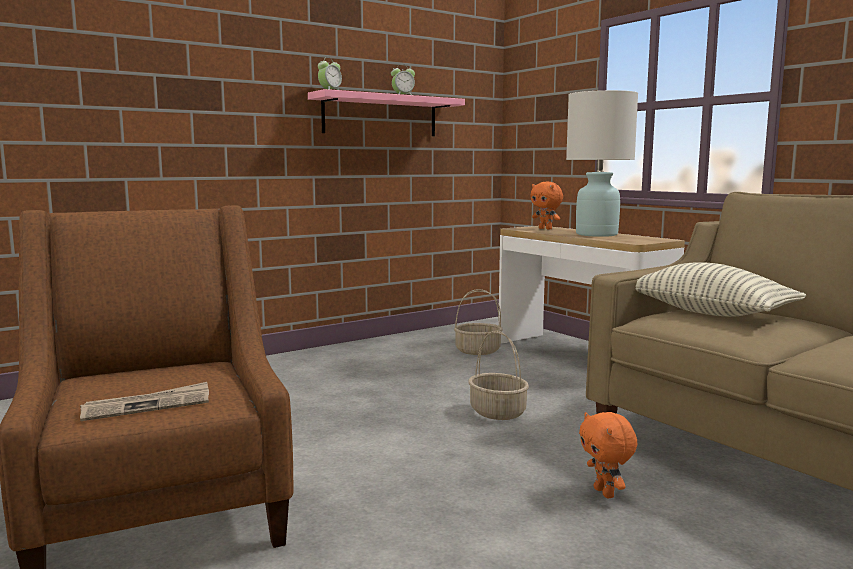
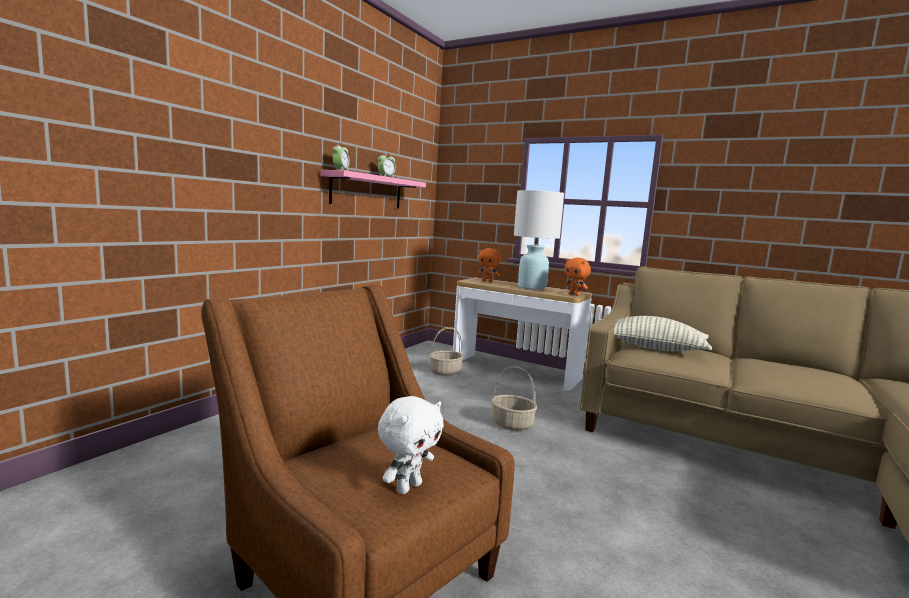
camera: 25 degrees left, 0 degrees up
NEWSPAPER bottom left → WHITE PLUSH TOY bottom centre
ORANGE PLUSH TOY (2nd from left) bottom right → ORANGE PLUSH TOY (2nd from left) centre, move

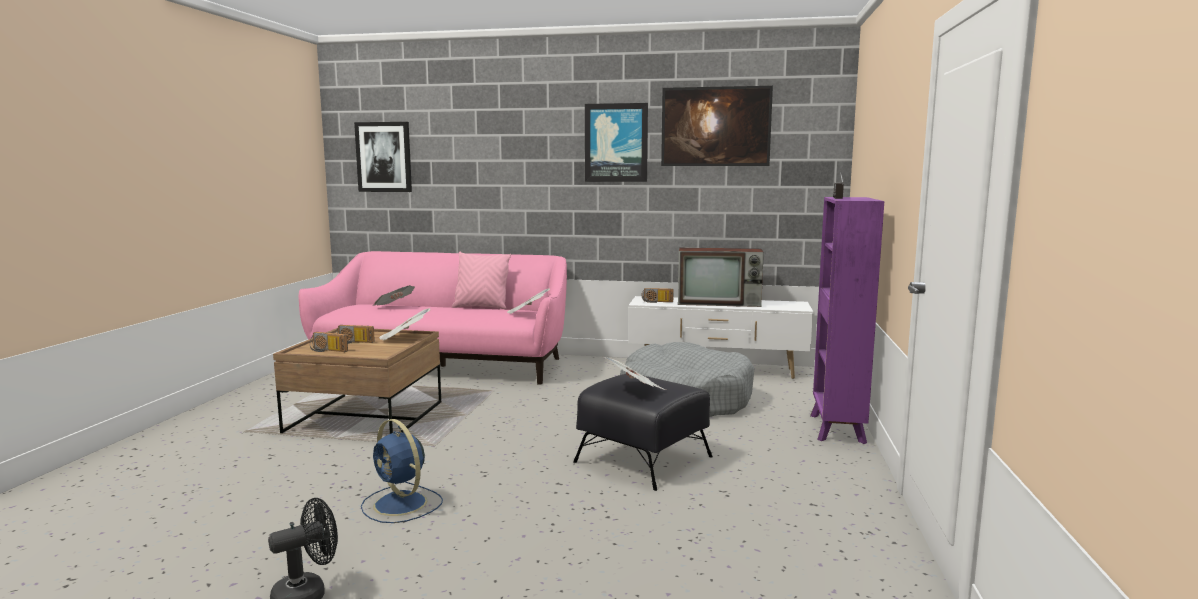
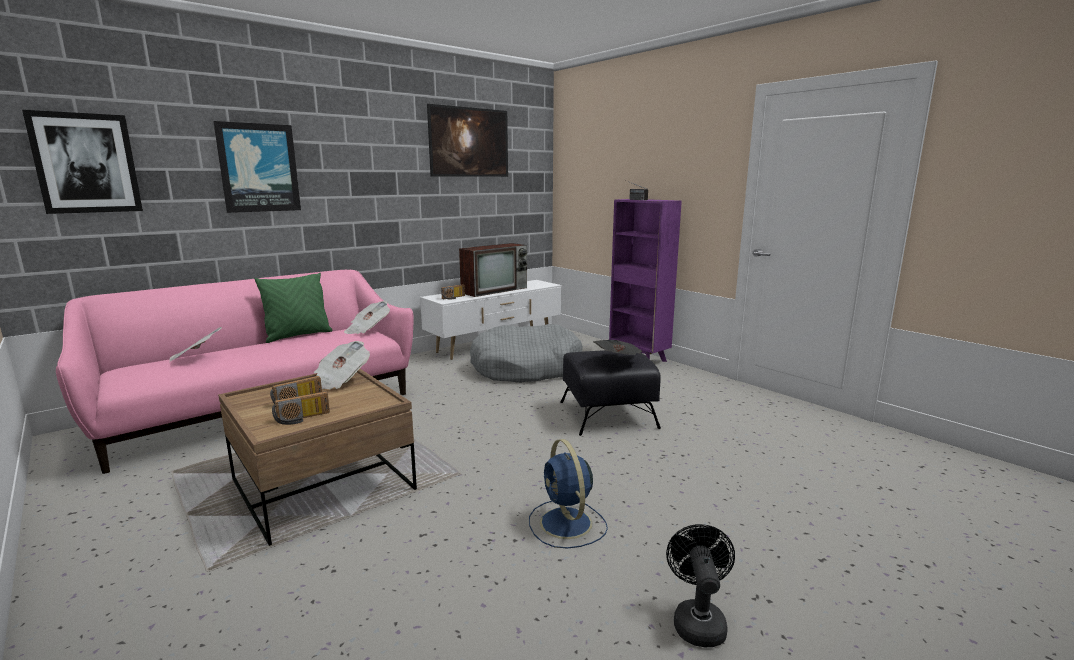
camera: 50 degrees left, 5 degrees up
PICTURE (2nd from left) top centre → PICTURE (2nd from left) top left, move
PINK PILLOW centre → GREEN PILLOW middle left
BLUE FAN bottom centre, 75 degrees clockwise

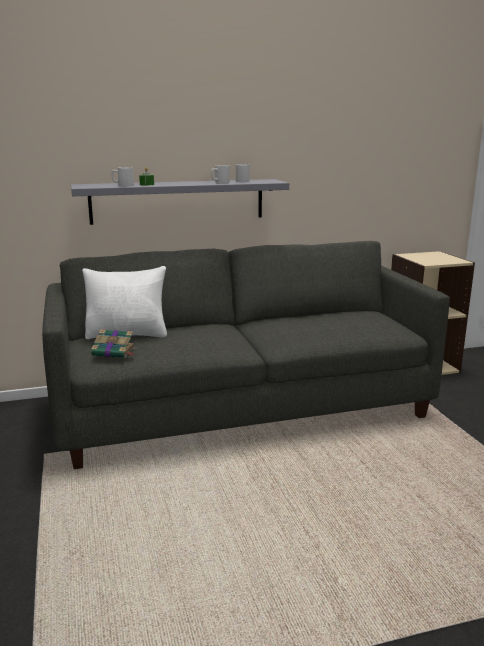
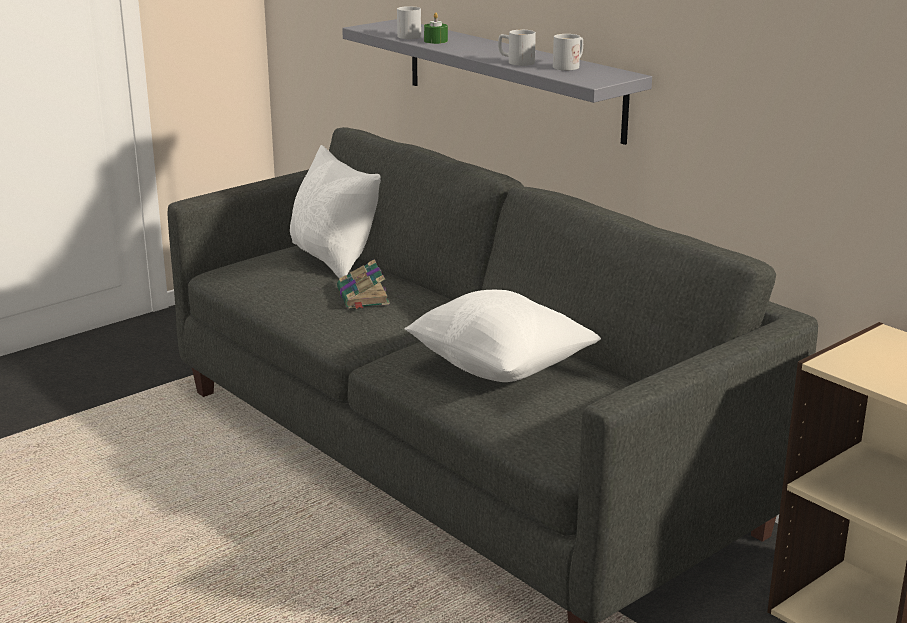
camera: 65 degrees right, 5 degrees up
BOOK middle left → BOOK centre, move
- → WHITE PILLOW (2nd from left) centre

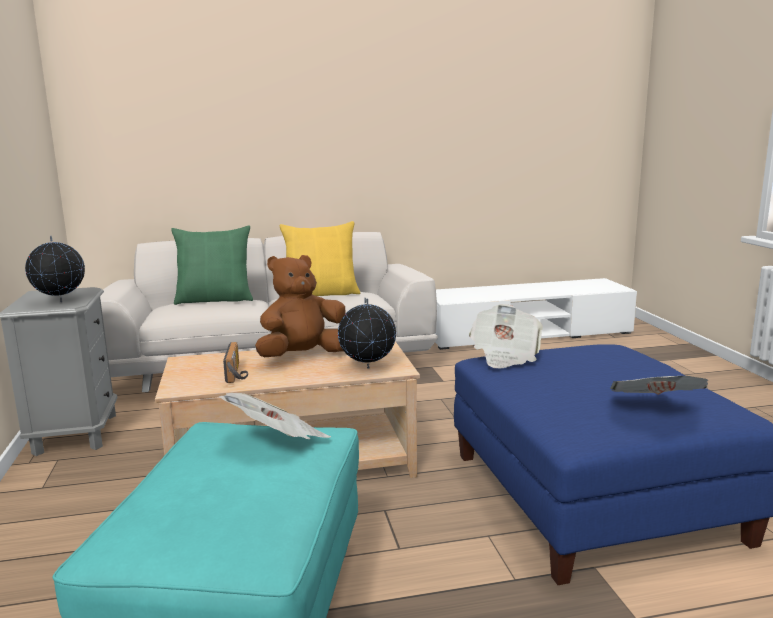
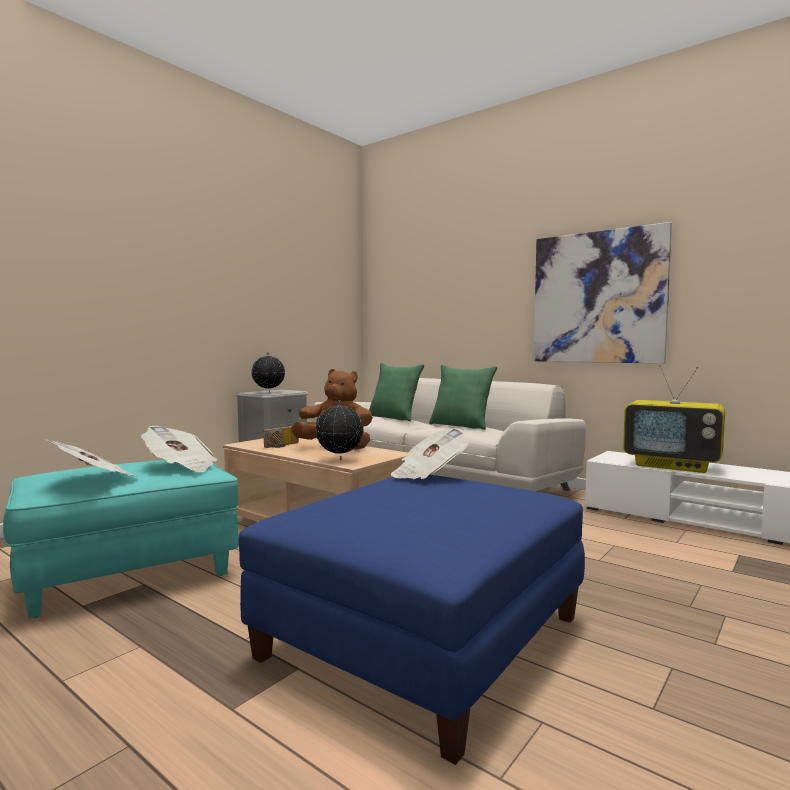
camera: 50 degrees right, 10 degrees down
YELLOW PILLOW centre → GREEN PILLOW (2nd from left) centre
NEWSPAPER (3rd from left in the first image) middle right → NEWSPAPER (1st from left) middle left, move
- → PICTURE middle right
- → TELEVISION middle right

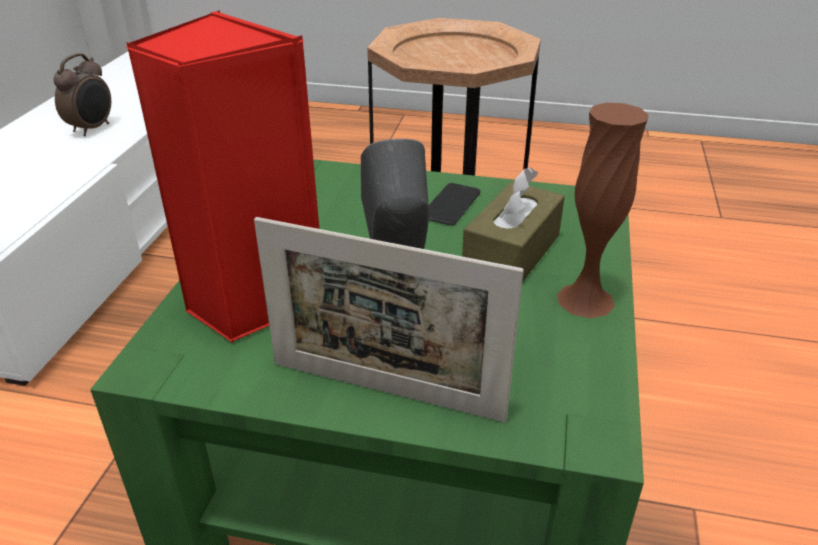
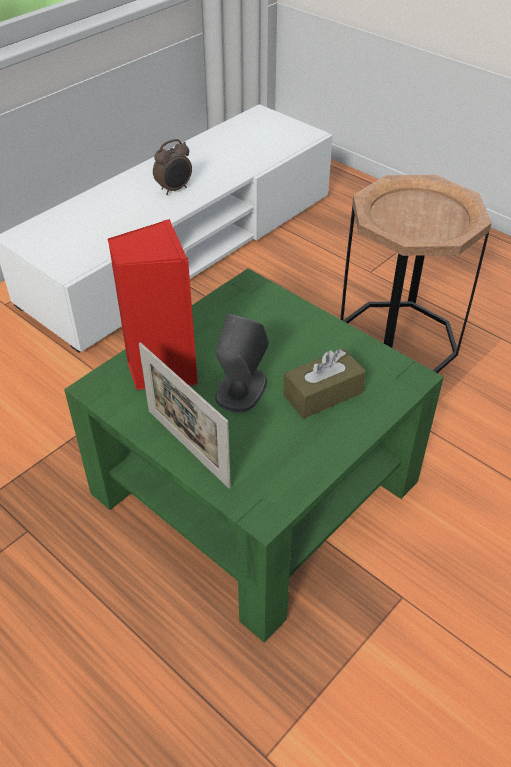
camera: 30 degrees right, 10 degrees up
BROWN VASE middle right → -
PHONE centre → -

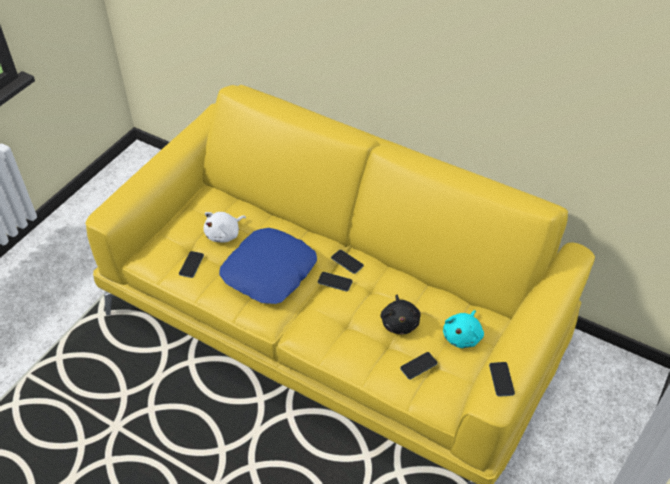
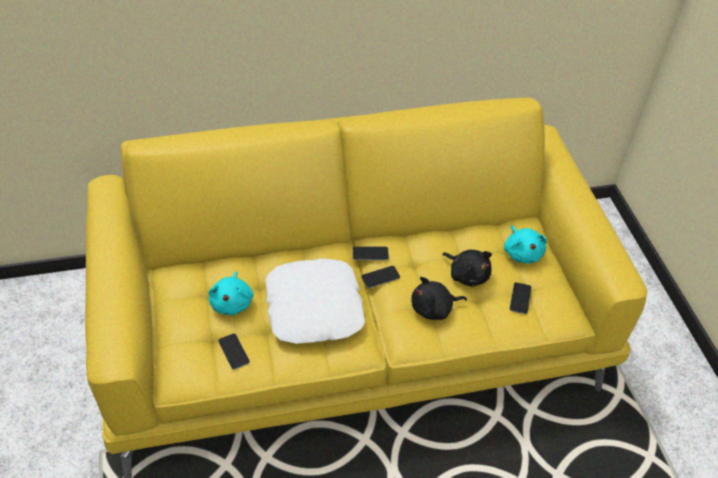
camera: 45 degrees left, 0 degrees up
WHITE PLUSH TOY centre → TURQUOISE PLUSH TOY (1st from left) middle left
BLUE PILLOW centre → WHITE PILLOW centre
PHONE (5th from left) bottom right → -
- → BLACK PLUSH TOY (1st from left) centre

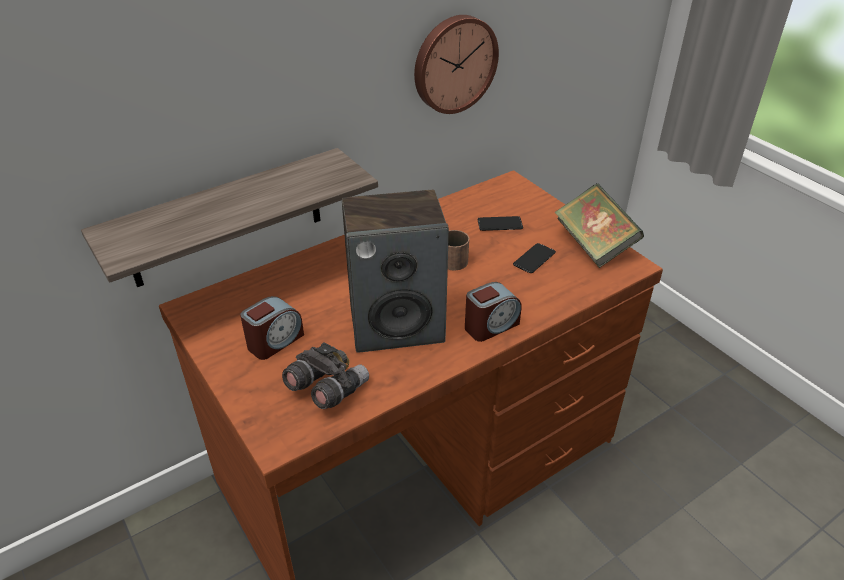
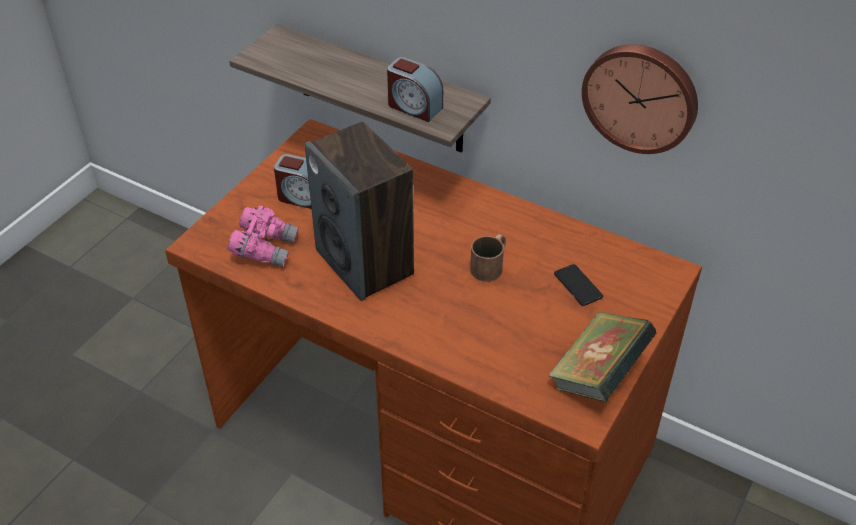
camera: 65 degrees right, 5 degrees up
PHONE (2nd from left) centre → -
ALARM CLOCK (2nd from left) centre → ALARM CLOCK (2nd from left) top centre, move
GREY BINOCULARS centre → PINK BINOCULARS middle left

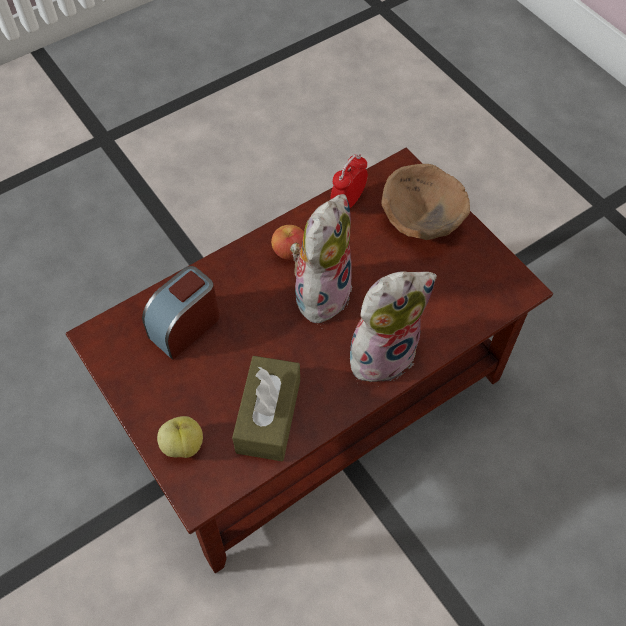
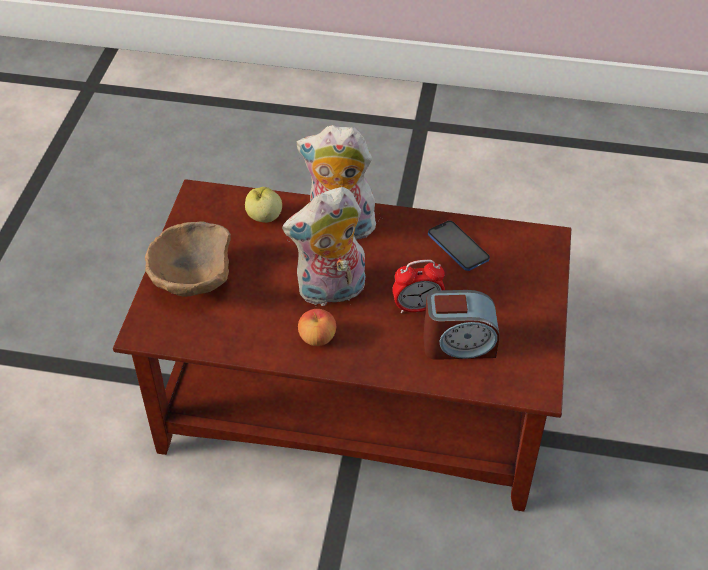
camera: 135 degrees left, 10 degrees down
ALARM CLOCK (2nd from left in the first image) top centre → ALARM CLOCK (1st from left) centre, move
BROWN TISSUE BOX centre → PHONE centre
APPLE (1st from left) bottom left → APPLE (1st from left) centre, move

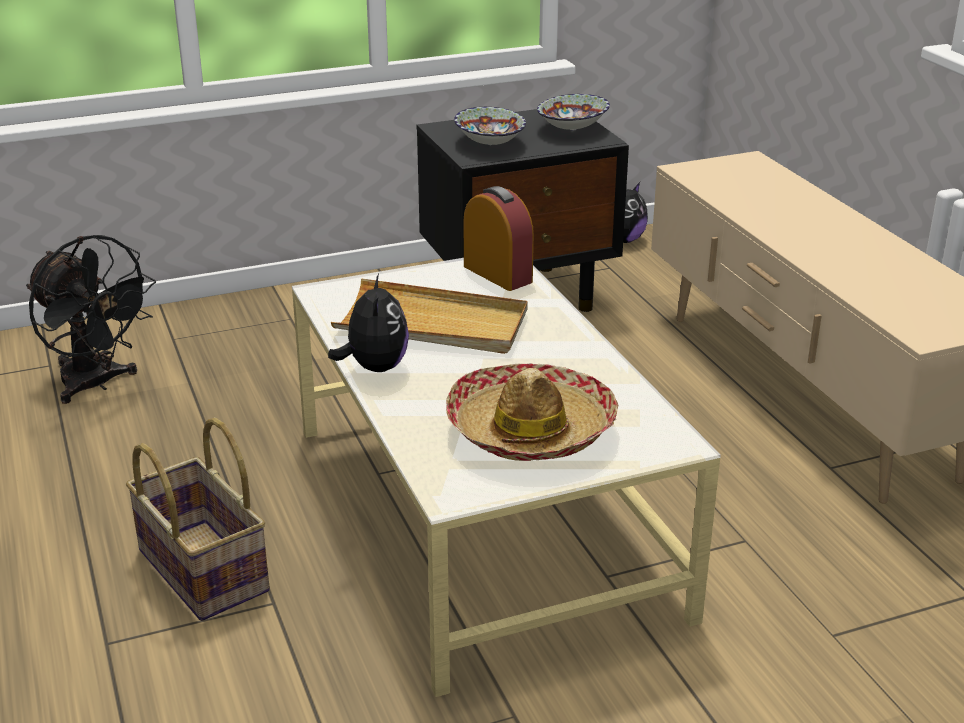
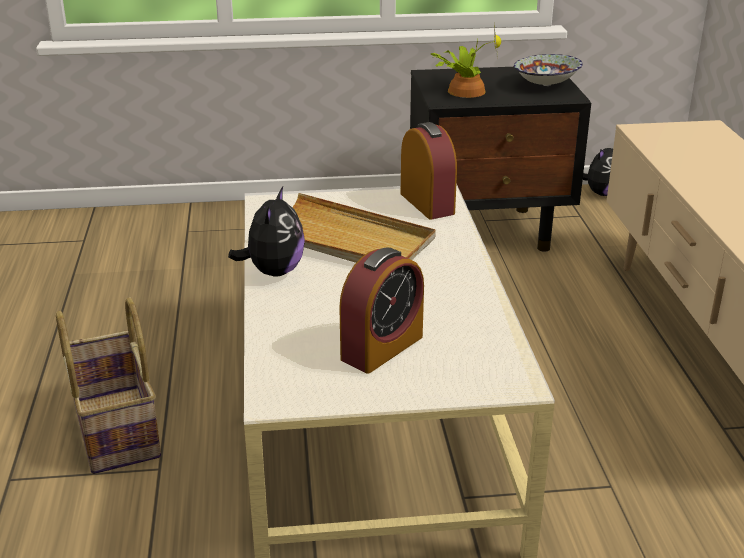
camera: 15 degrees right, 0 degrees up
BOWL (1st from left) top centre → POTTED PLANT top centre
BLACK FAN middle left → -
HAT centre → ALARM CLOCK (1st from left) centre

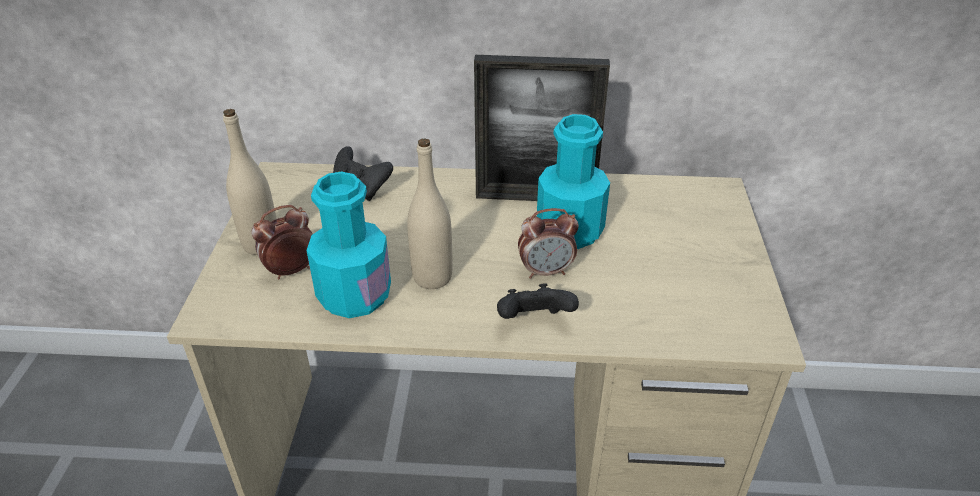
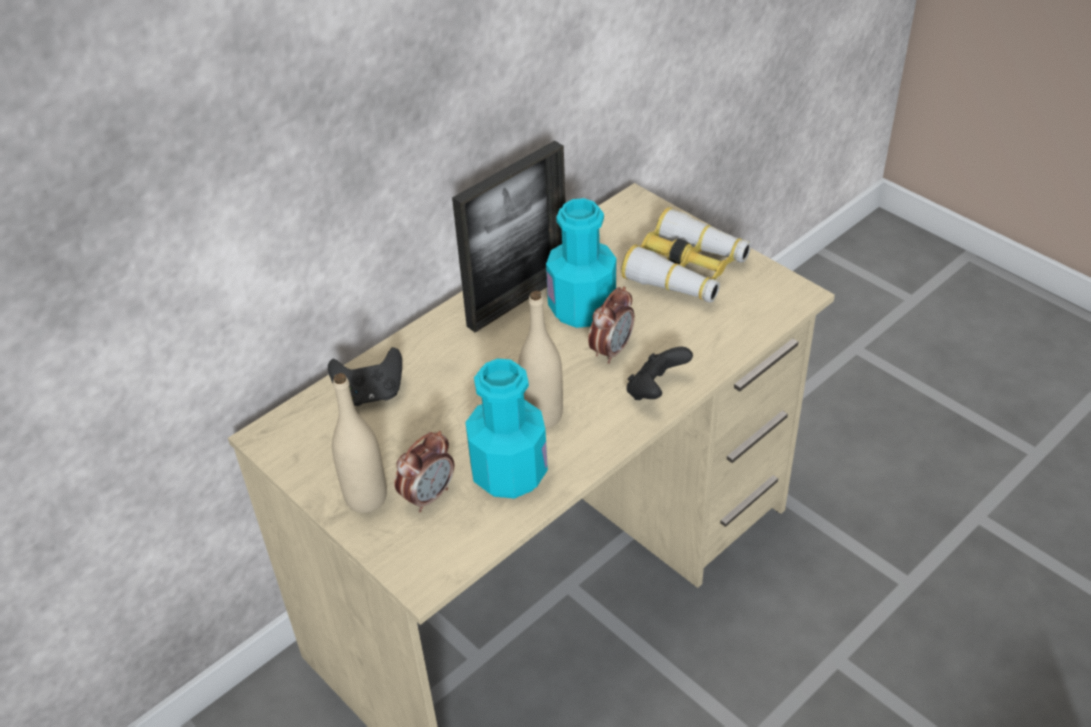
camera: 45 degrees left, 5 degrees up
ALARM CLOCK (1st from left) middle left → ALARM CLOCK (1st from left) centre, 150 degrees counterclockwise
- → BINOCULARS centre

